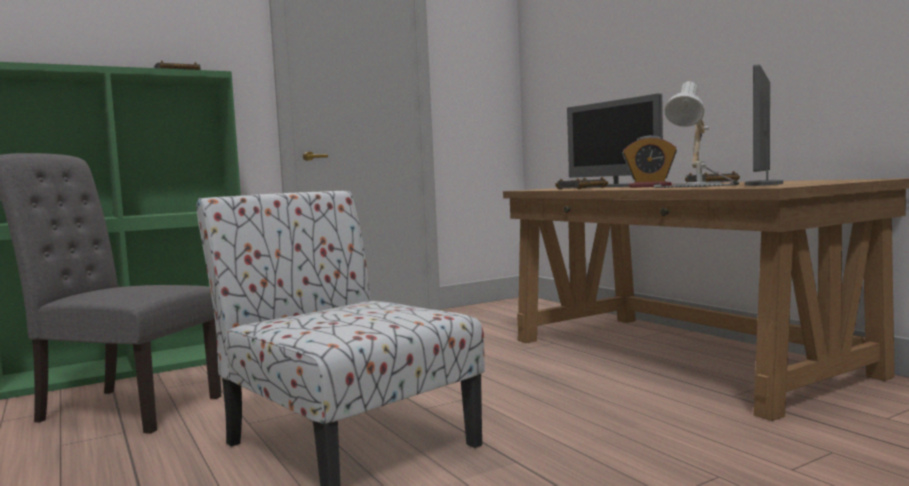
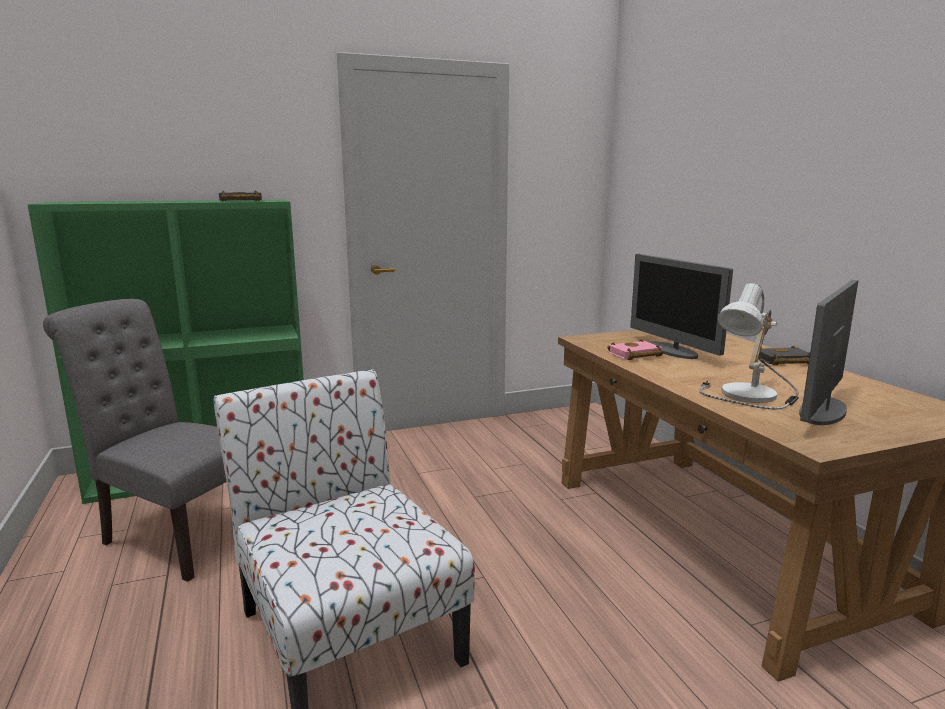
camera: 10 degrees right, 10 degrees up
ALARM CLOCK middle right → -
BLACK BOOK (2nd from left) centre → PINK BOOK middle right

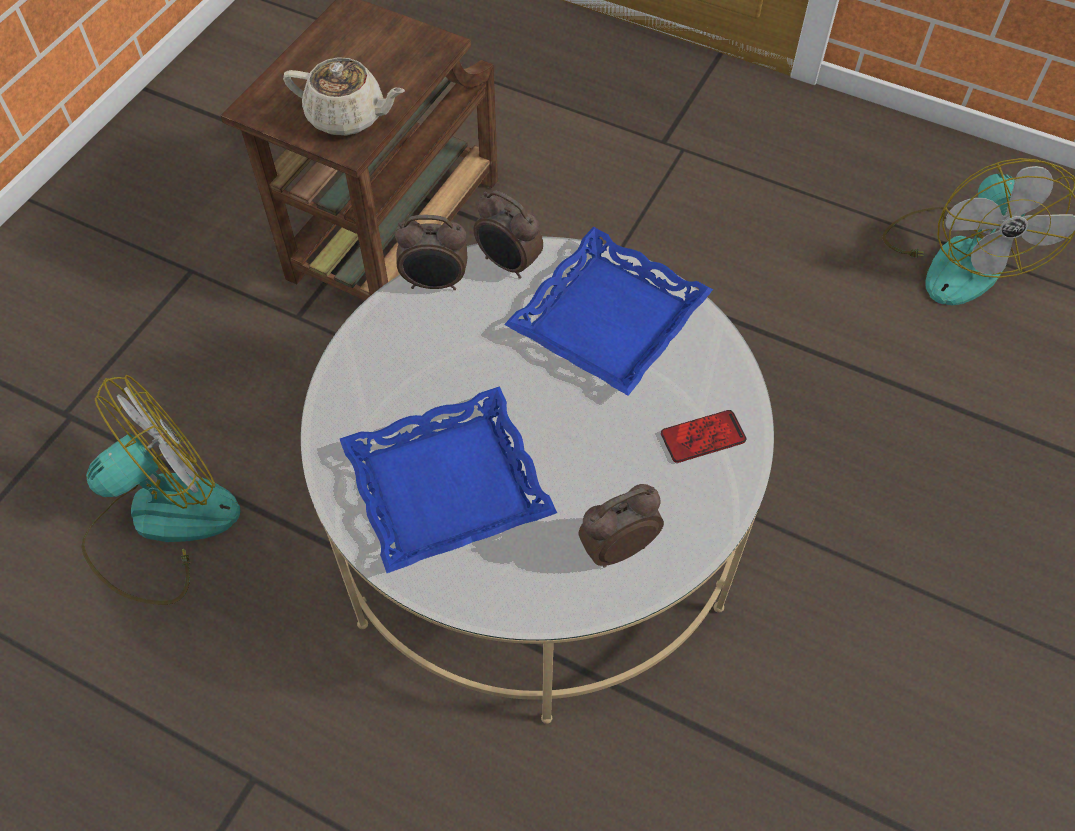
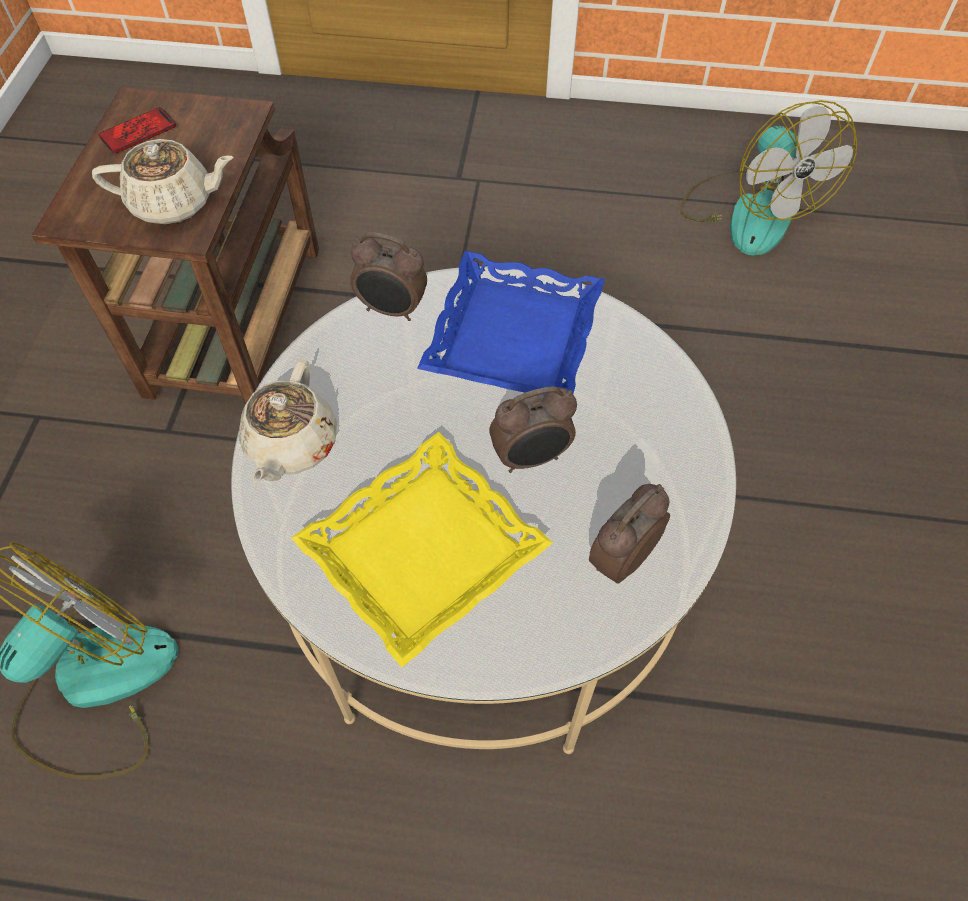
camera: 20 degrees left, 0 degrees up
ALARM CLOCK (1st from left in the first image) top centre → ALARM CLOCK (2nd from left) centre, move
BLUE TRAY (1st from left) centre → YELLOW TRAY centre
PHONE centre → PHONE top left, move
- → BEIGE TEAPOT (2nd from left) middle left

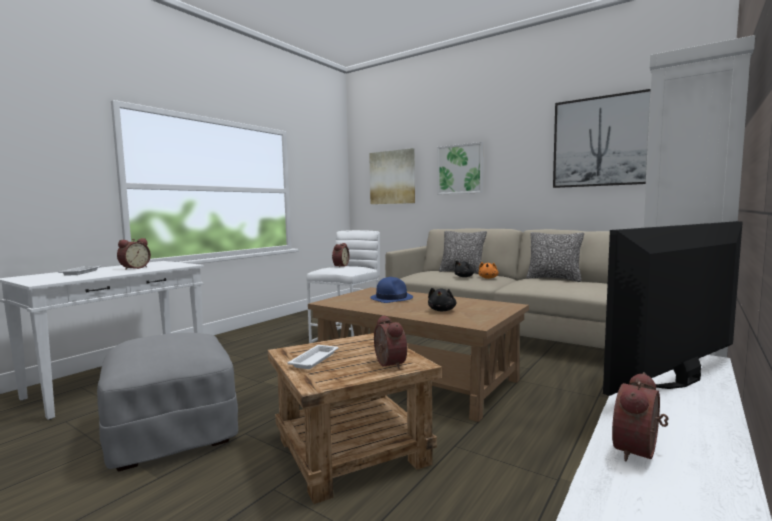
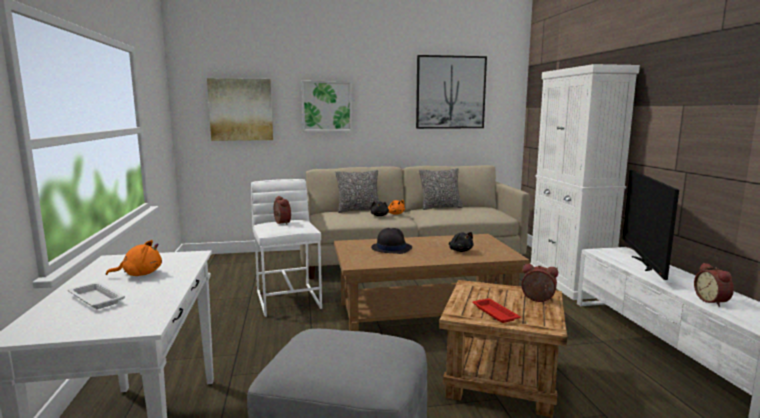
camera: 45 degrees left, 5 degrees up
ALARM CLOCK (1st from left) middle left → ORANGE PLUSH TOY (1st from left) middle left
BLUE HAT centre → BLACK HAT centre
WHITE TRAY (2nd from left) bottom centre → RED TRAY bottom centre

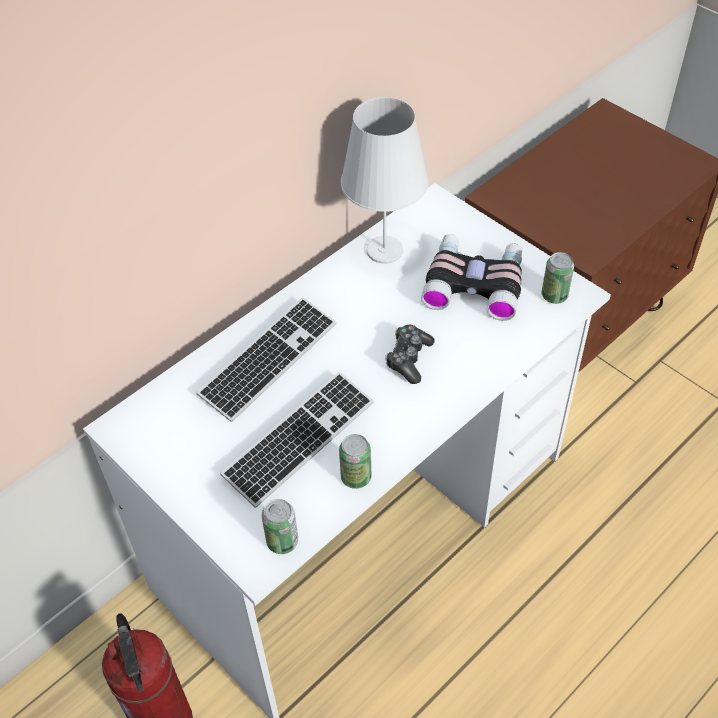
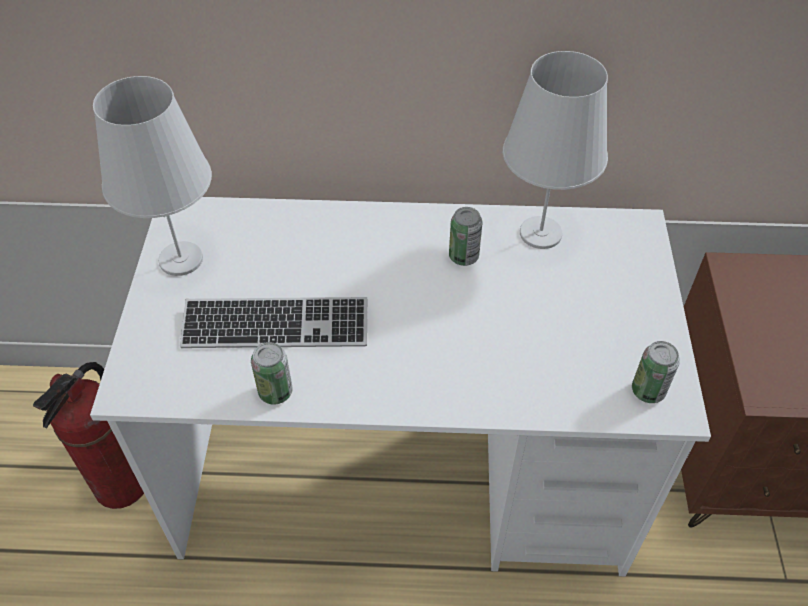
camera: 45 degrees right, 0 degrees up
BINOCULARS centre → -
KEYBOARD (1st from left) centre → -
GAME CONTROLLER centre → -
CAN (1st from left in the first image) bottom centre → CAN (2nd from left) centre, move
- → WHITE TABLE LAMP (1st from left) top left

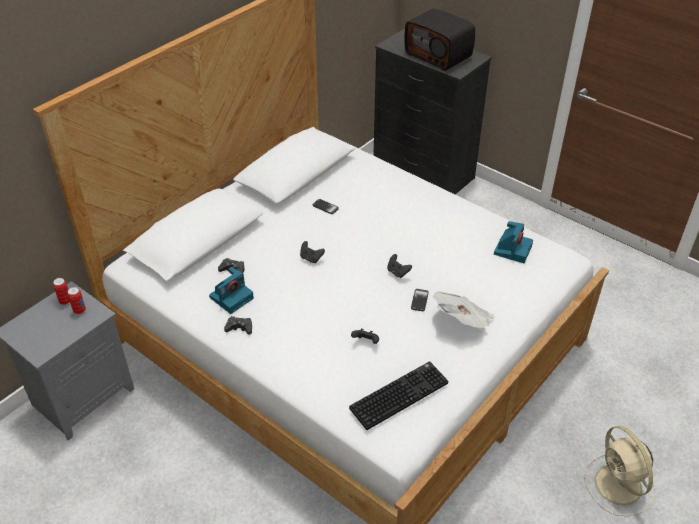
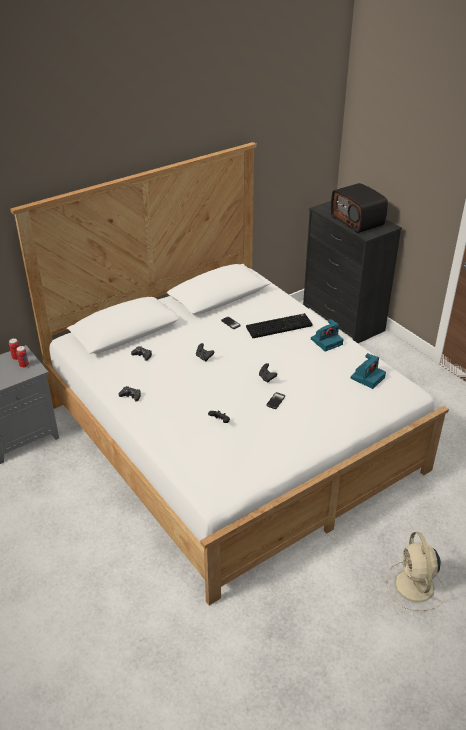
camera: 15 degrees right, 5 degrees down
PHOTO CAMERA (1st from left) middle left → PHOTO CAMERA (1st from left) middle right, move
NEWSPAPER centre → -
KEYBOARD bottom centre → KEYBOARD centre, move

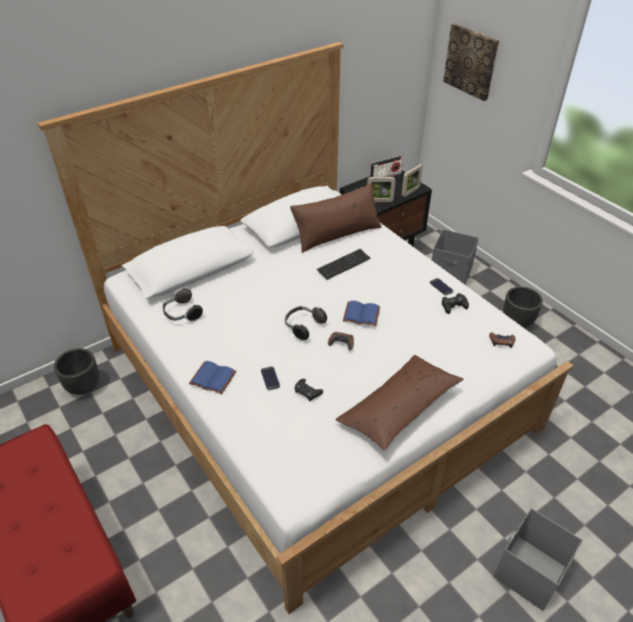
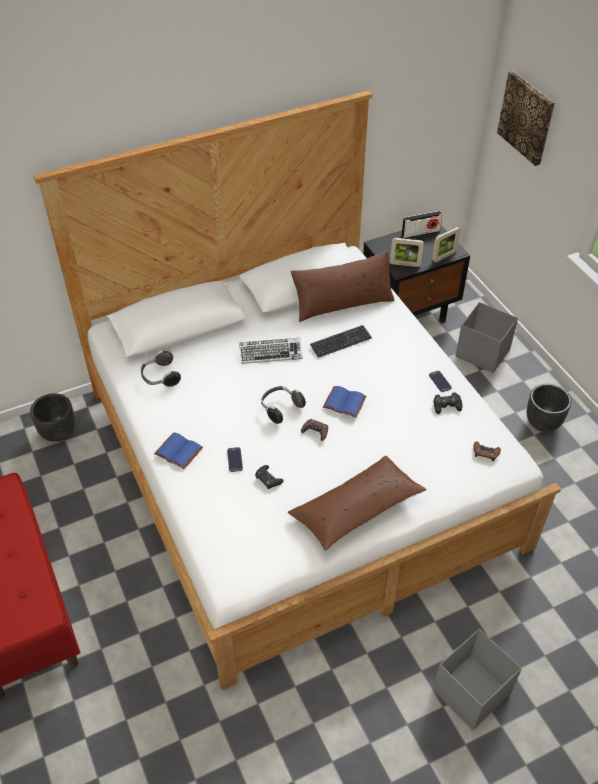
camera: 10 degrees right, 5 degrees up
- → KEYBOARD (1st from left) centre

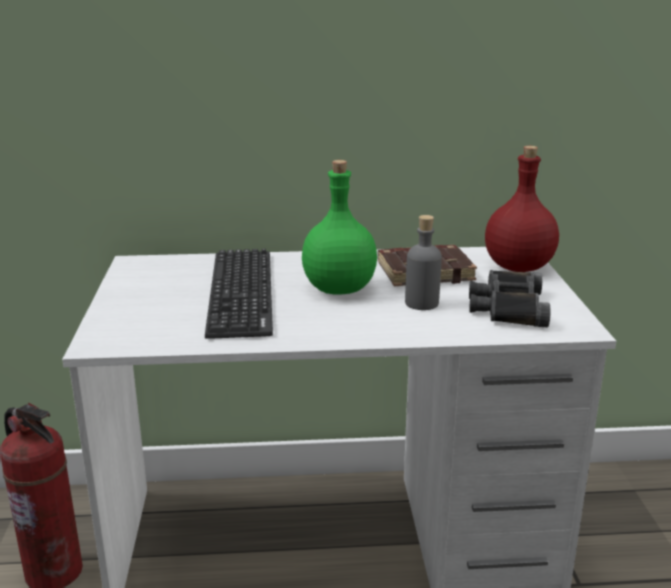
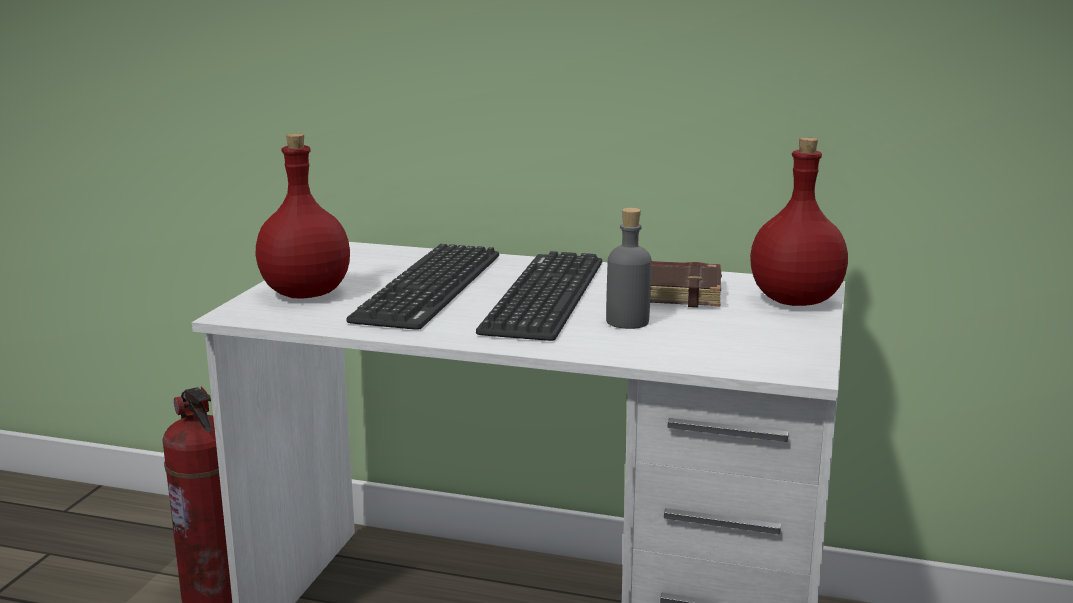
camera: 20 degrees right, 5 degrees down
GREEN BOTTLE centre → KEYBOARD (2nd from left) centre
BLACK BINOCULARS middle right → -
- → RED BOTTLE (1st from left) middle left

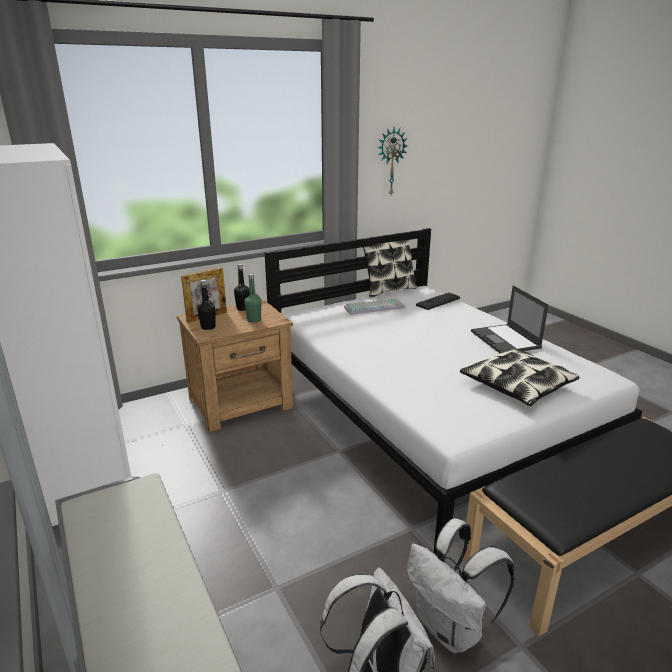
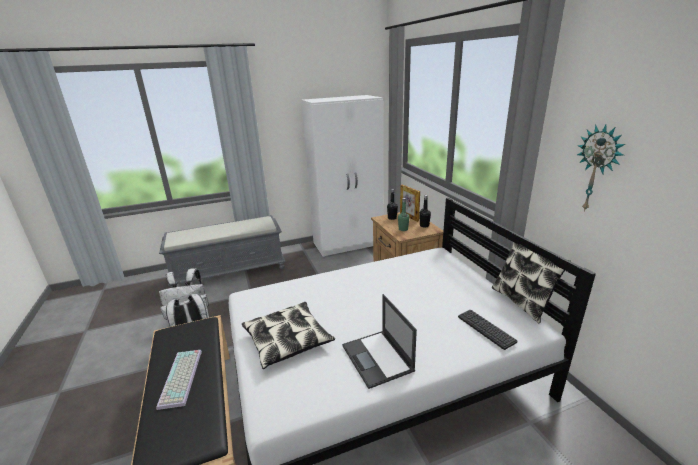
camera: 100 degrees right, 0 degrees up
LAPTOP middle right → LAPTOP bottom centre, 105 degrees counterclockwise
KEYBOARD (1st from left) centre → KEYBOARD (1st from left) bottom left, move

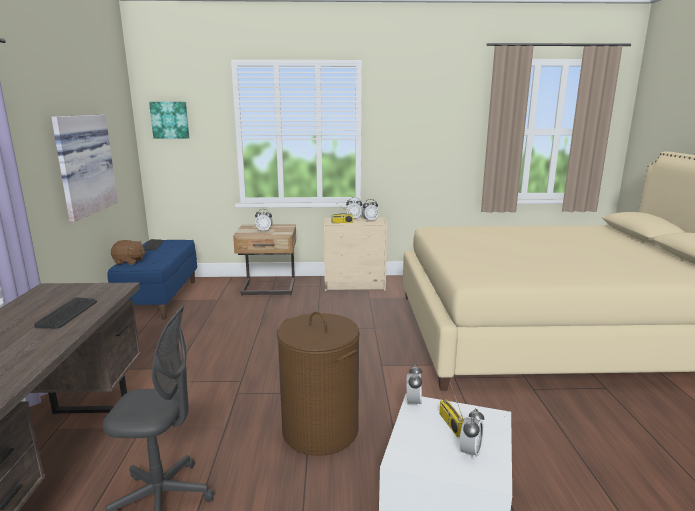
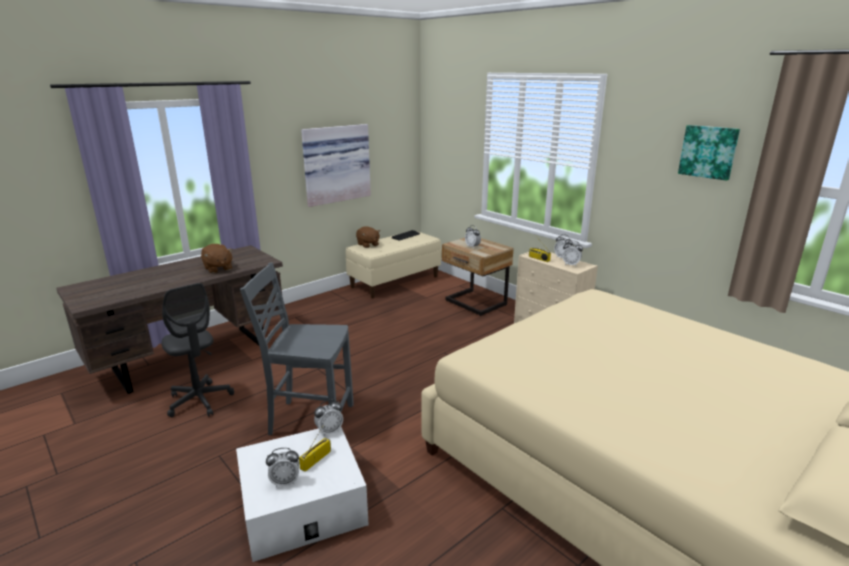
camera: 50 degrees right, 5 degrees up
PICTURE (2nd from left) top left → PICTURE (2nd from left) top right, move
BLUE BENCH middle left → BEIGE BENCH centre
KEYBOARD (1st from left) middle left → BROWN PLUSH TOY (1st from left) middle left
BROWN LAUNDRY BASKET bottom centre → GREY CHAIR centre

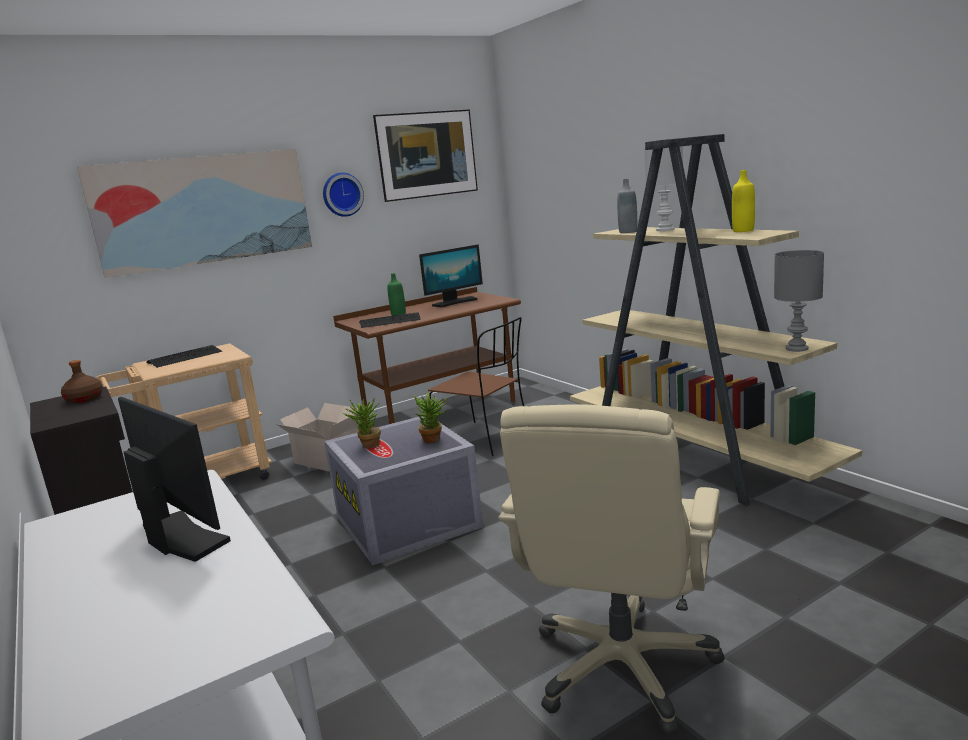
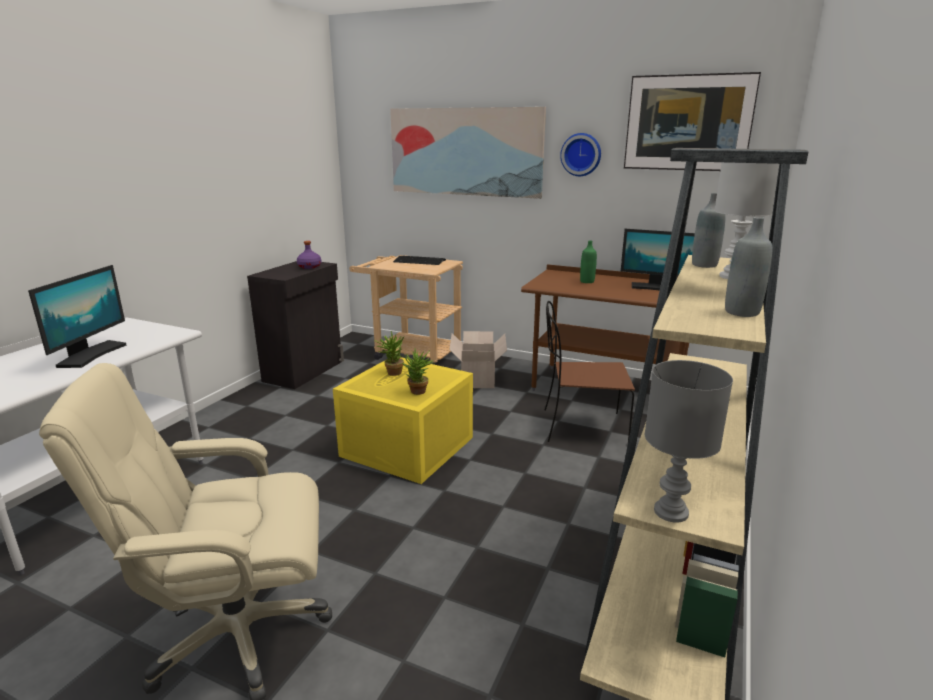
camera: 55 degrees right, 5 degrees up
YELLOW BOTTLE top right → GREY BOTTLE (2nd from left) middle right
KEYBOARD (2nd from left) centre → -
BROWN CHAIR centre, 90 degrees clockwise
BROWN BOTTLE middle left → PURPLE BOTTLE middle left
GREY STORAGE BOX centre → YELLOW STORAGE BOX centre

